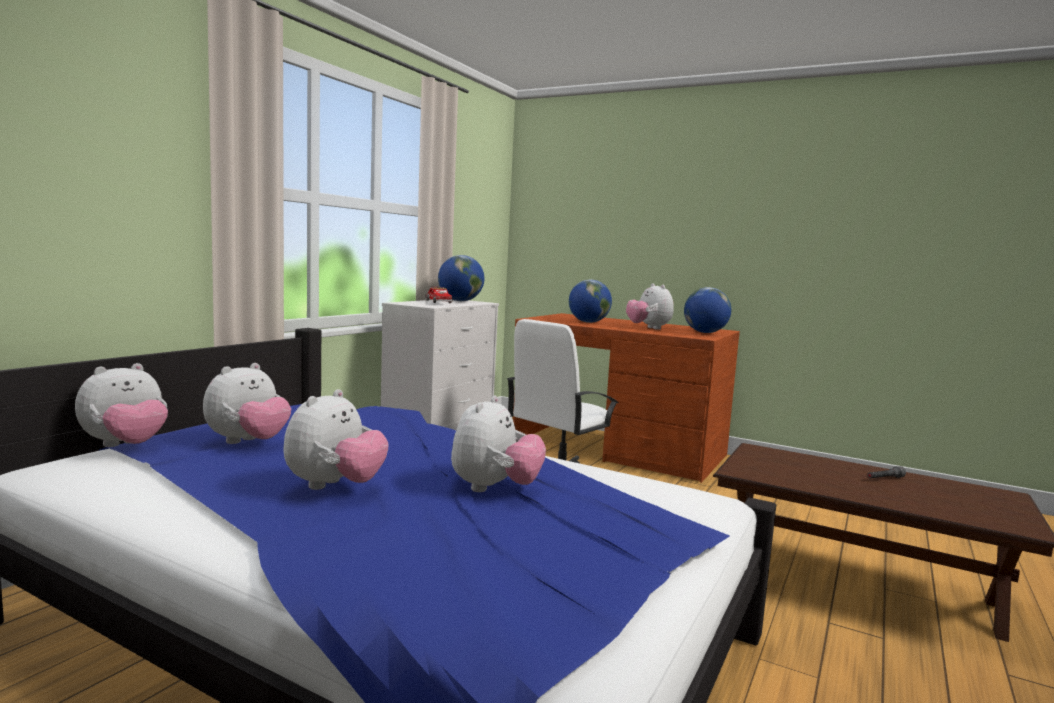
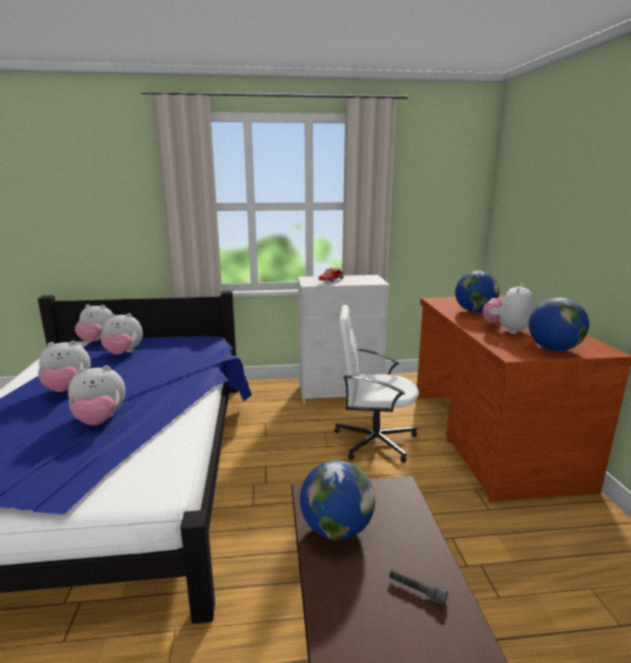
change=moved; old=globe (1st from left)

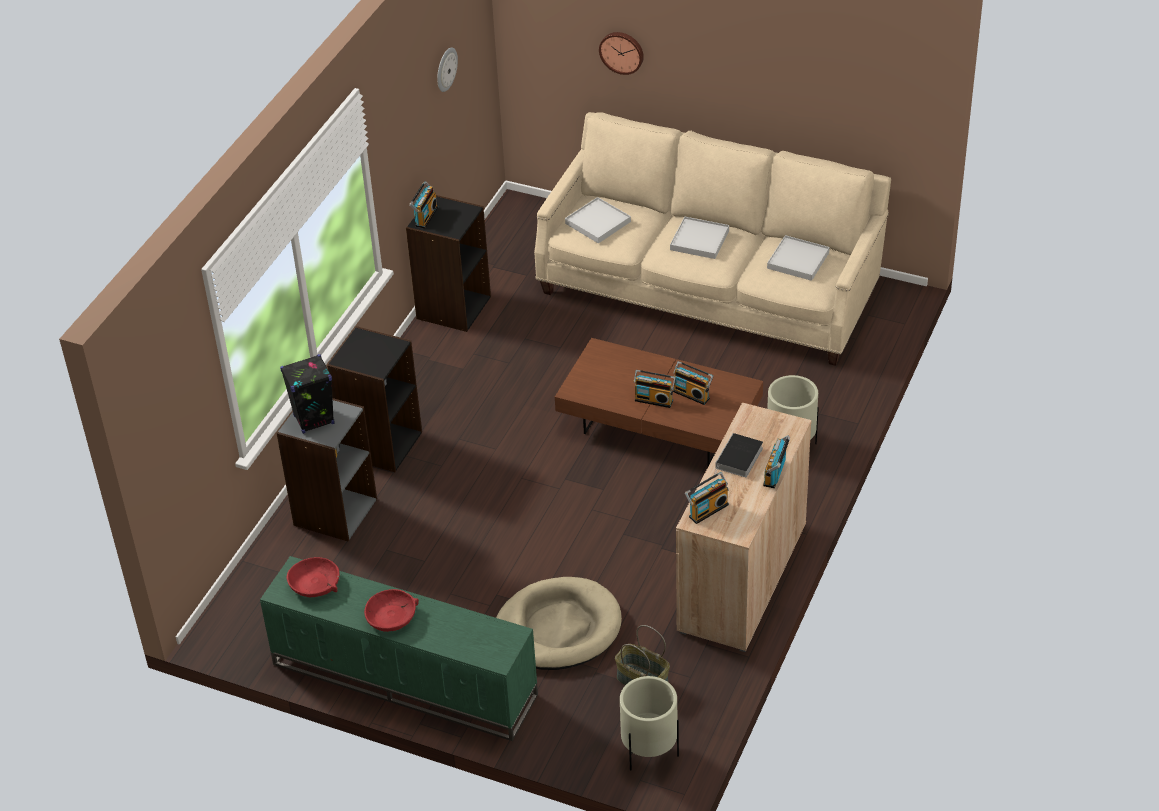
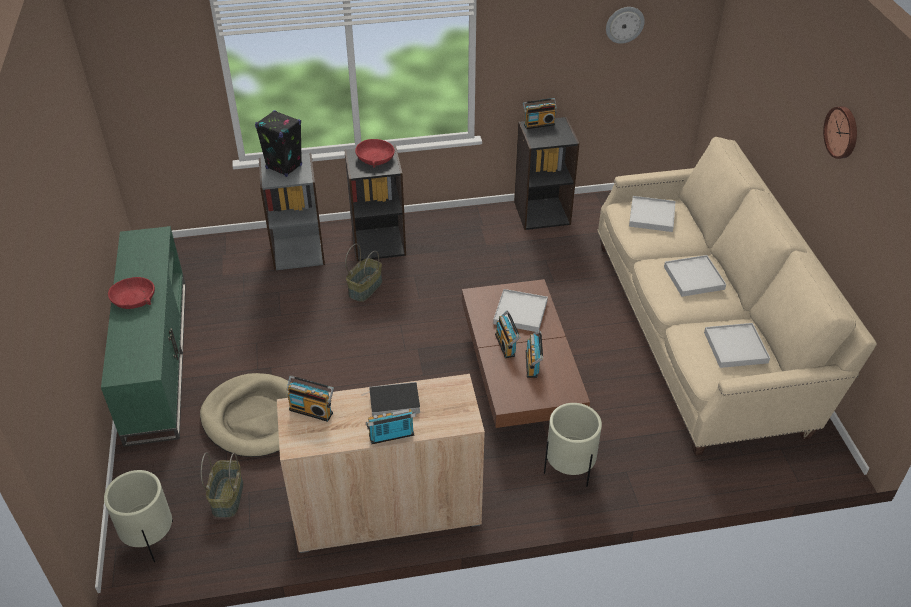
change=moved; old=wall clock (2nd from left)
change=moved; old=red bowl (1st from left in the first image); new=red bowl (2nd from left)
change=added; new=basket (2nd from left)
change=added; new=white tray (1st from left)

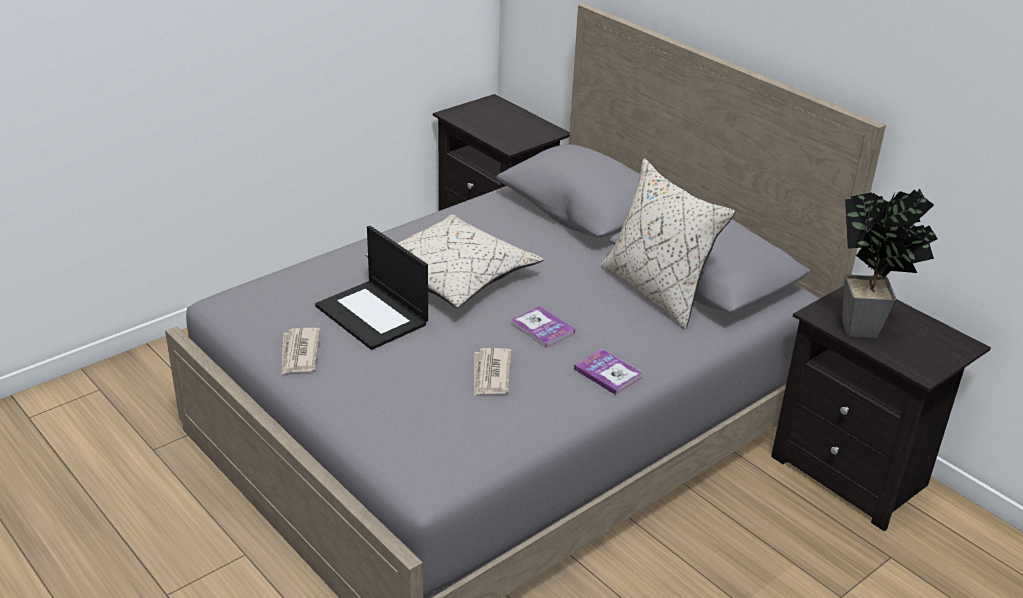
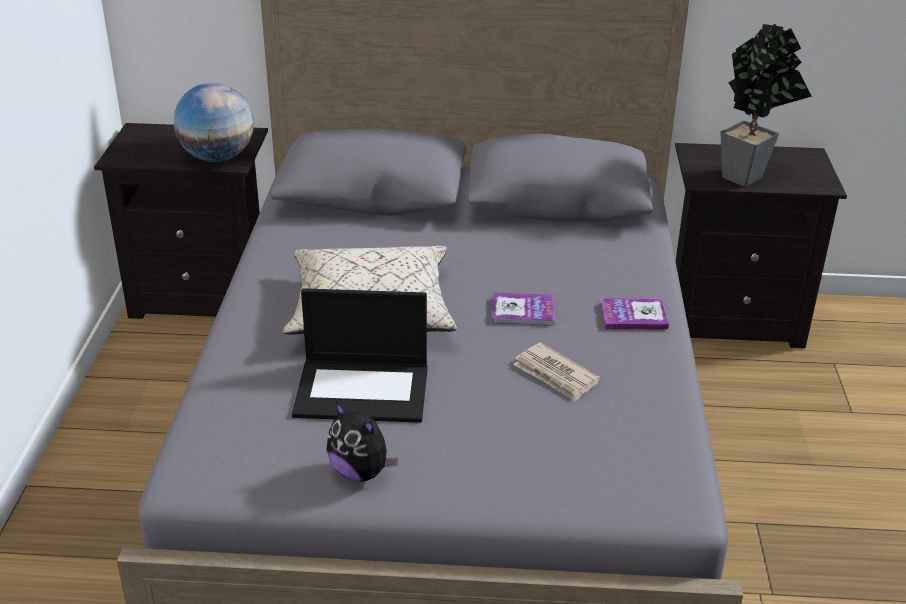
change=removed; old=beige pillow (2nd from left)
change=replaced; old=newspaper (1st from left); new=plush toy
change=added; new=globe

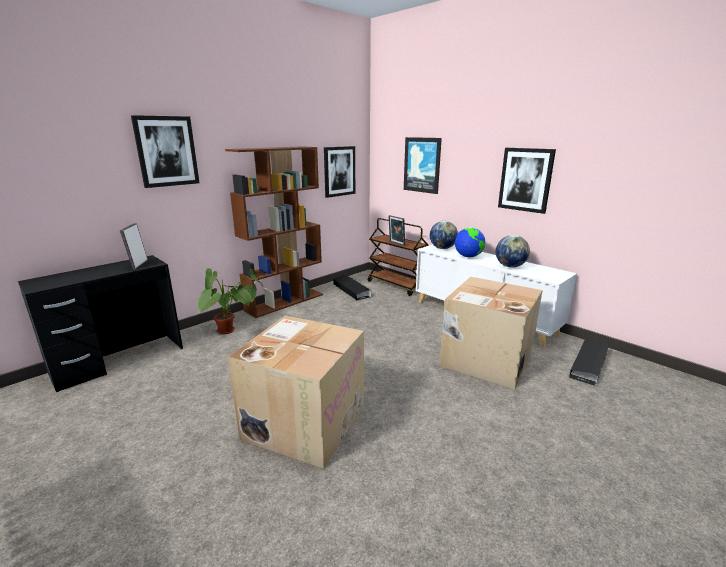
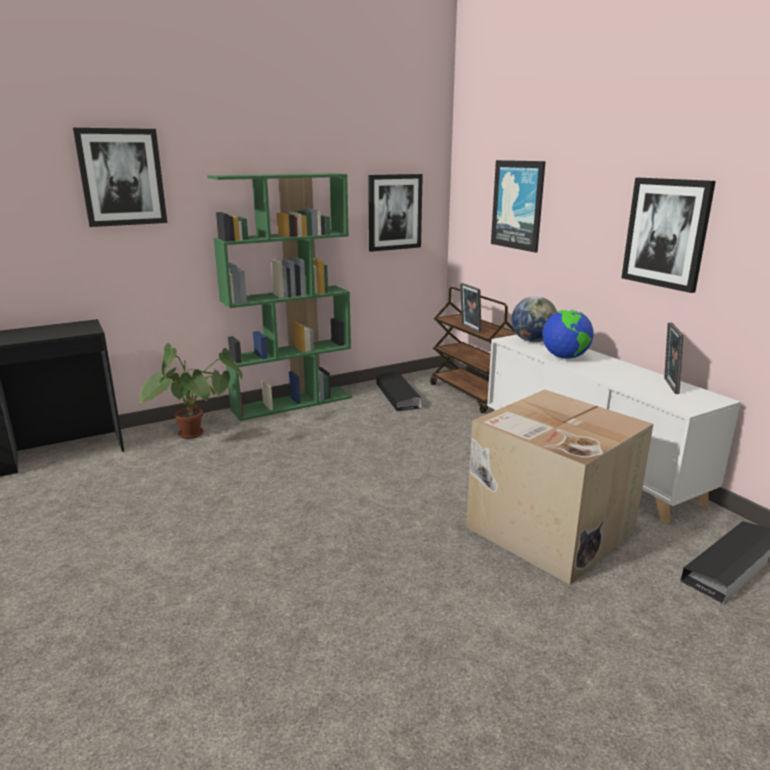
change=recoloured; old=brown bookcase; new=green bookcase
change=moved; old=picture frame (1st from left in the first image); new=picture frame (2nd from left)
change=removed; old=globe (3rd from left)
change=removed; old=cardboard box (1st from left)

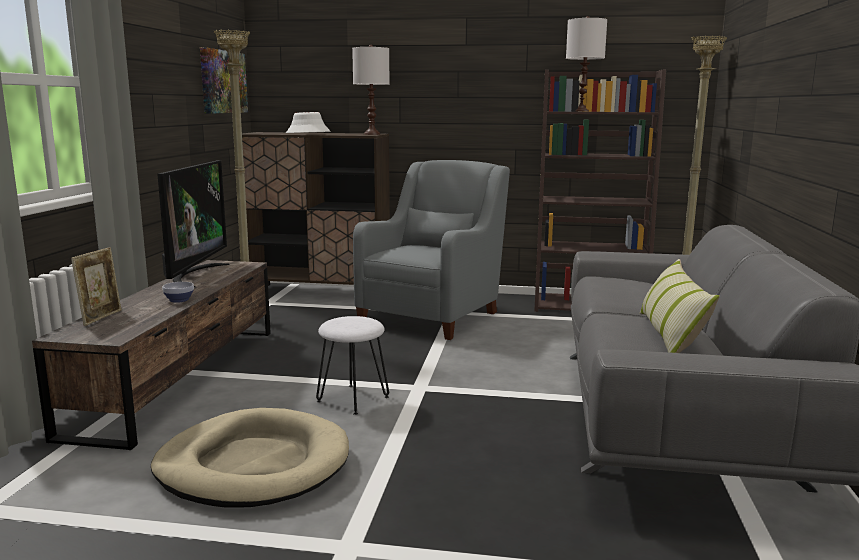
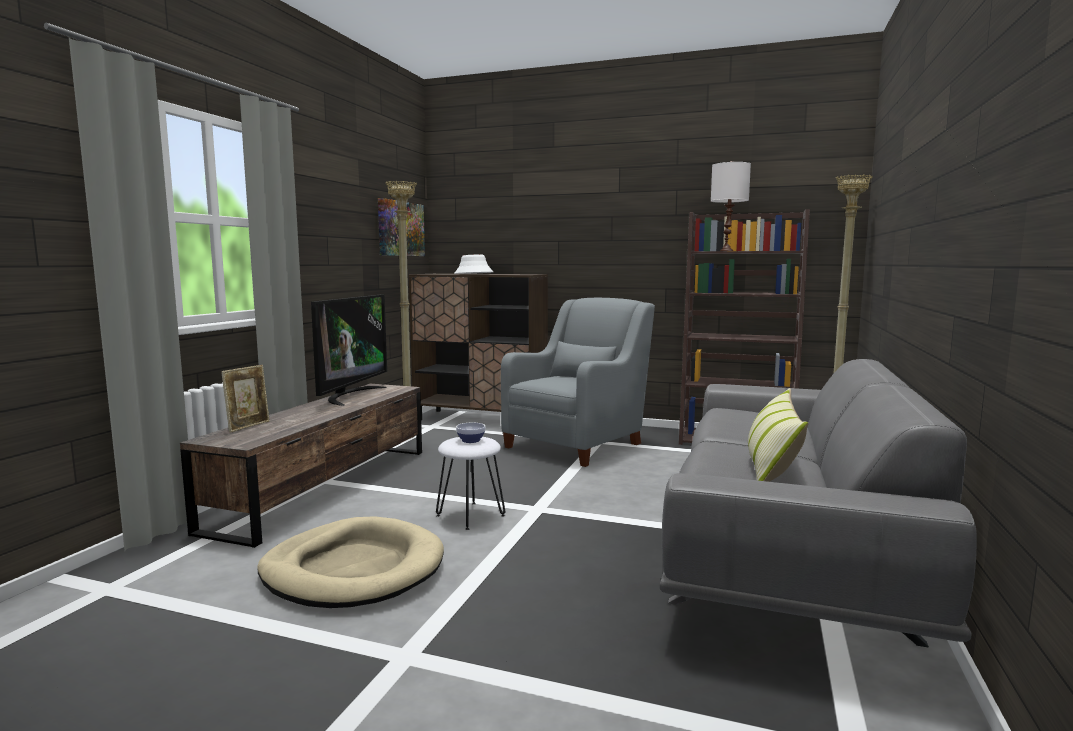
change=removed; old=white table lamp (1st from left)
change=moved; old=bowl

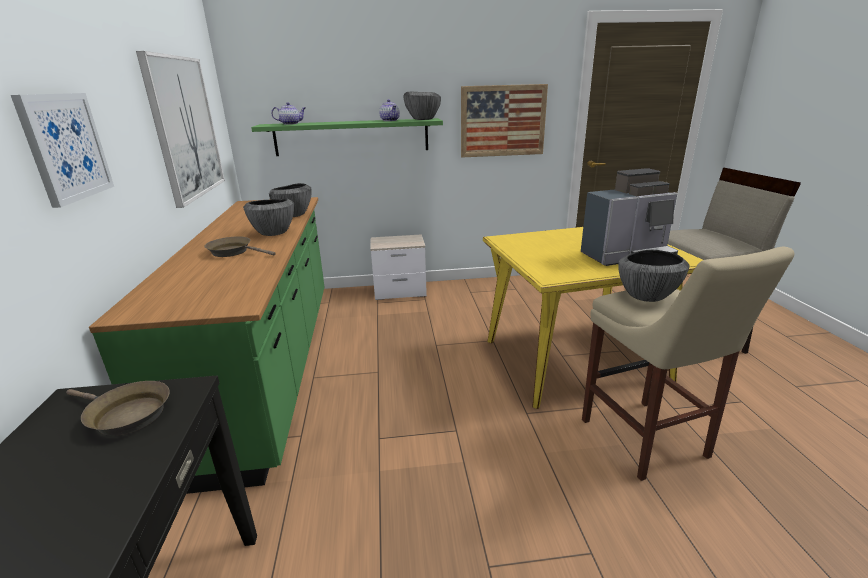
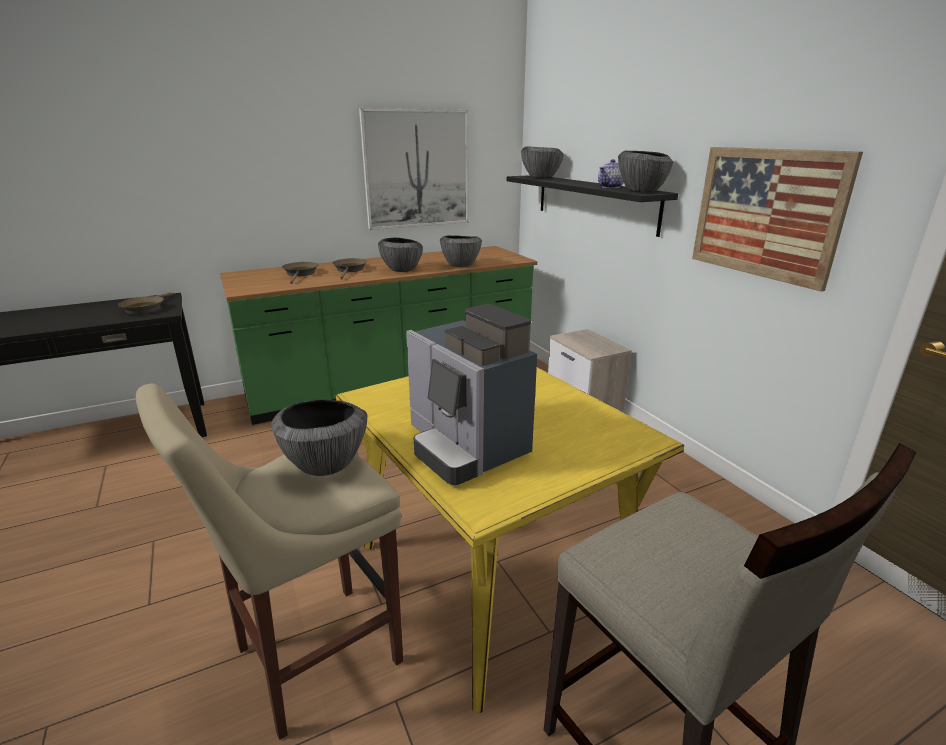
change=removed; old=picture (1st from left)
change=replaced; old=teapot (1st from left); new=bowl (4th from left)
change=recoloured; old=green shelf; new=black shelf
change=added; new=brown frying pan (2nd from left)

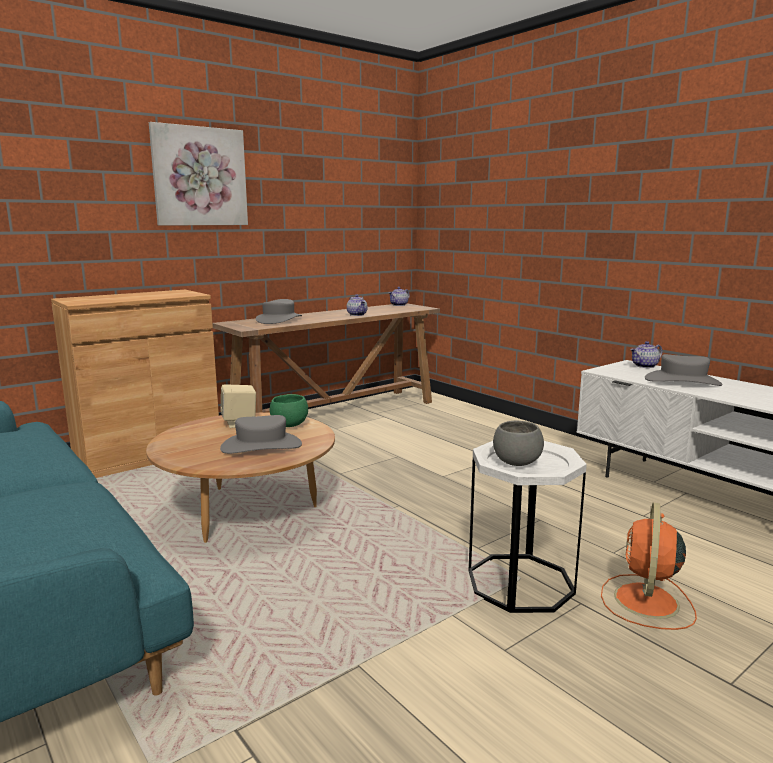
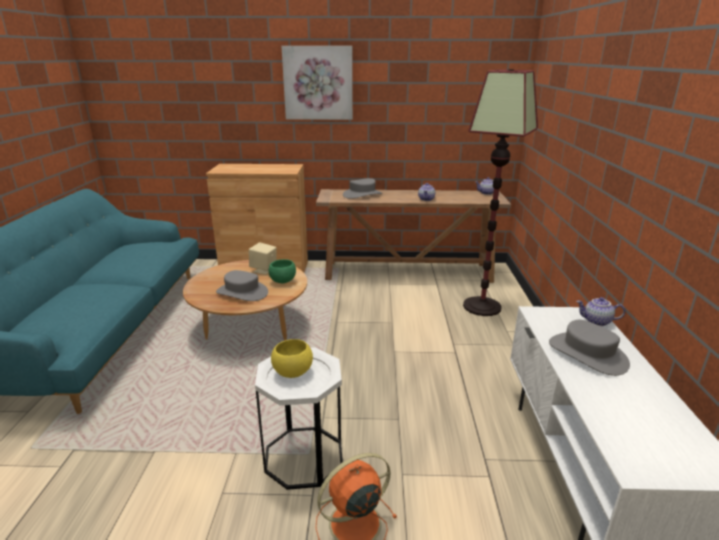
change=recoloured; old=grey bowl; new=yellow bowl
change=added; new=floor lamp

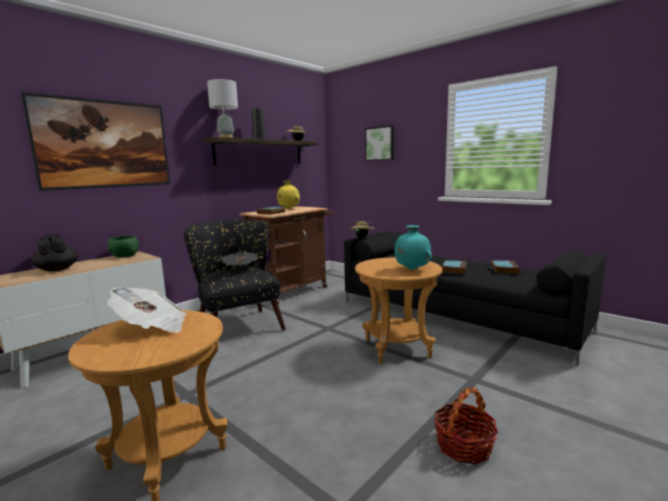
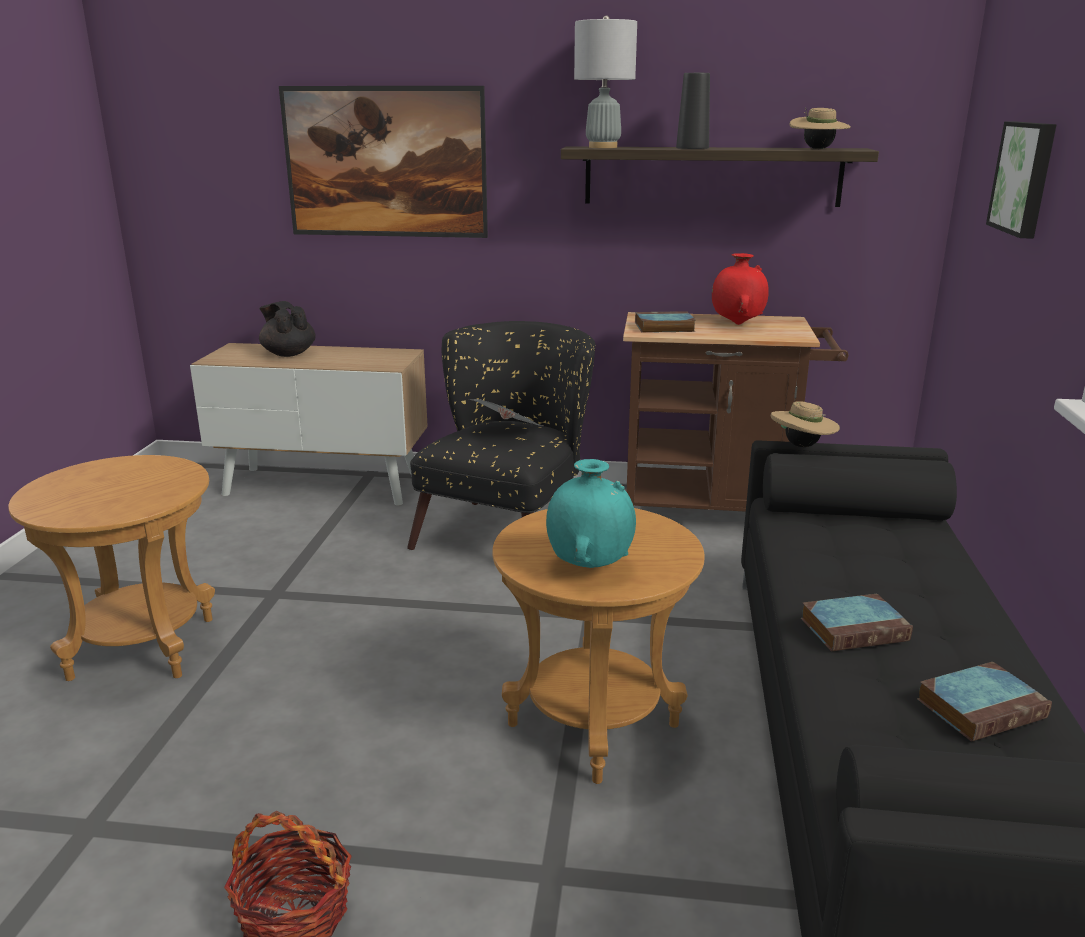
change=recoloured; old=yellow vase; new=red vase
change=turned; old=black teapot; degrees=-60
change=removed; old=green bowl
change=removed; old=newspaper (1st from left)

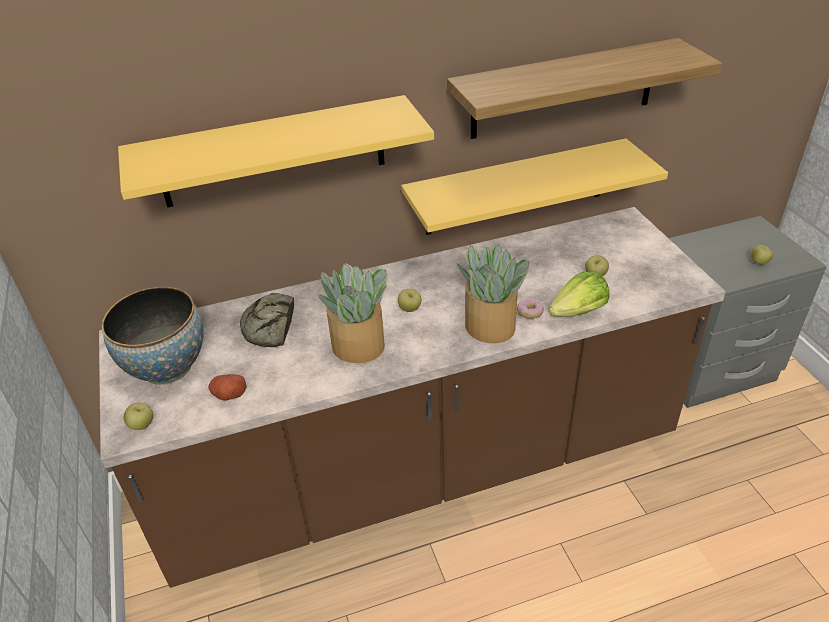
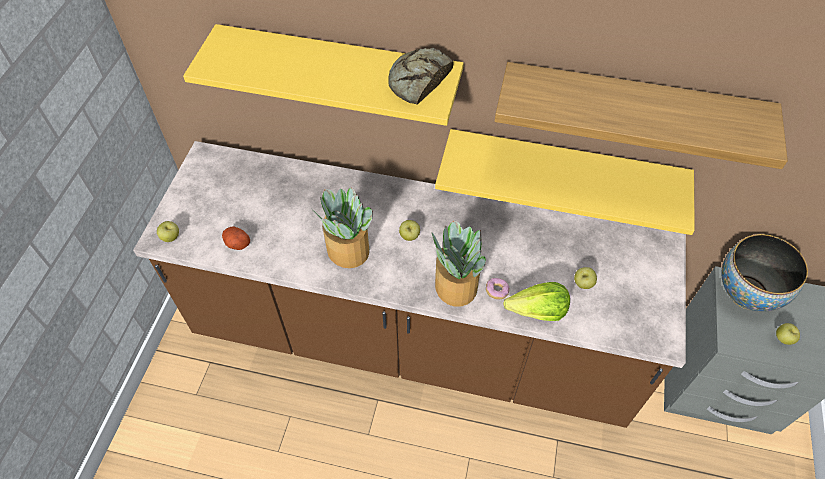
change=moved; old=bowl
change=moved; old=bread

